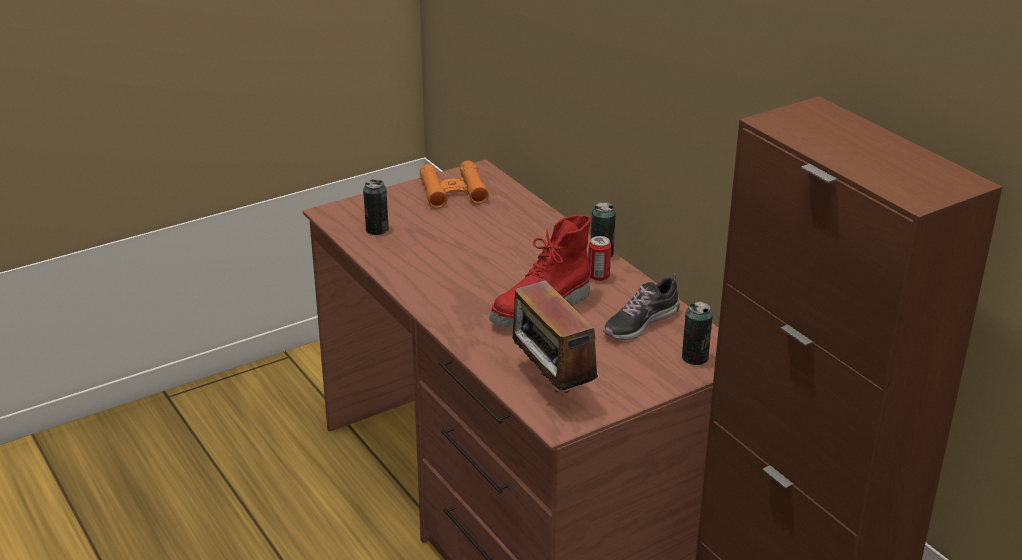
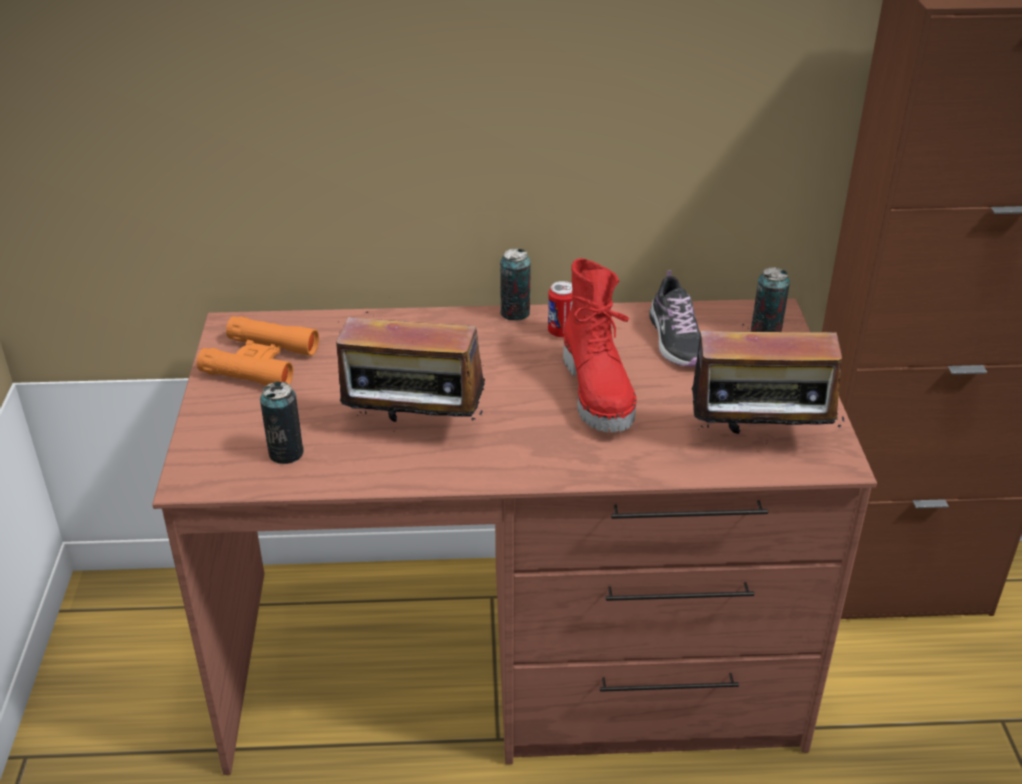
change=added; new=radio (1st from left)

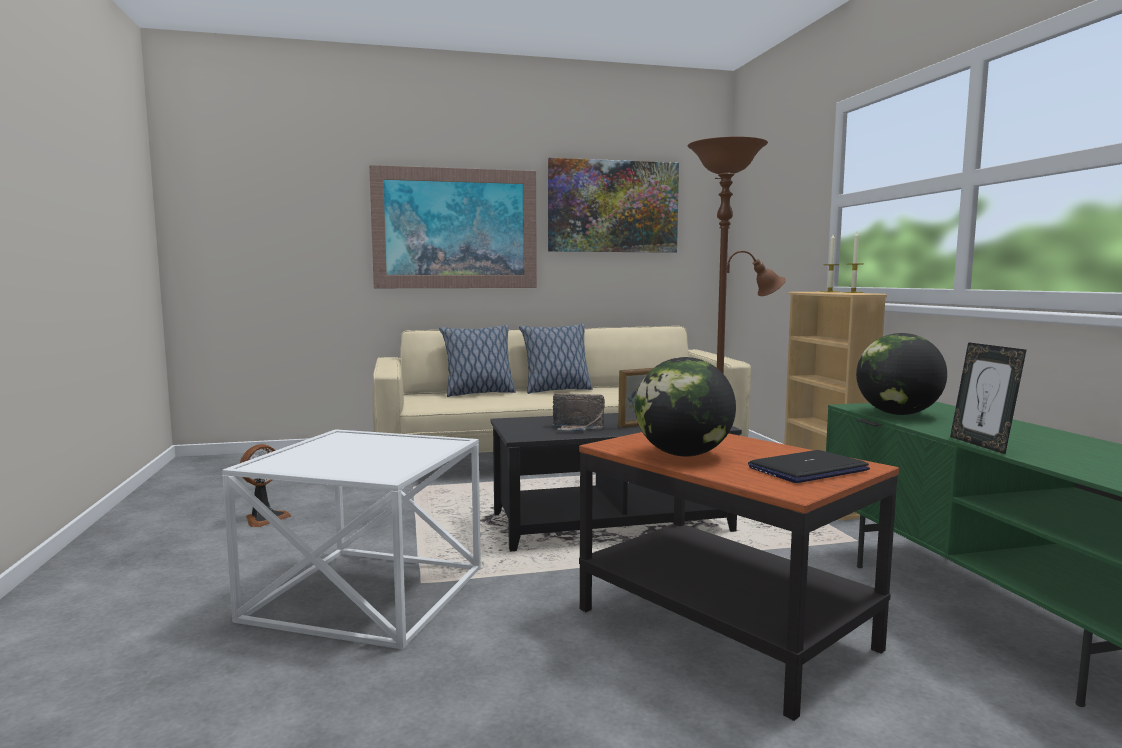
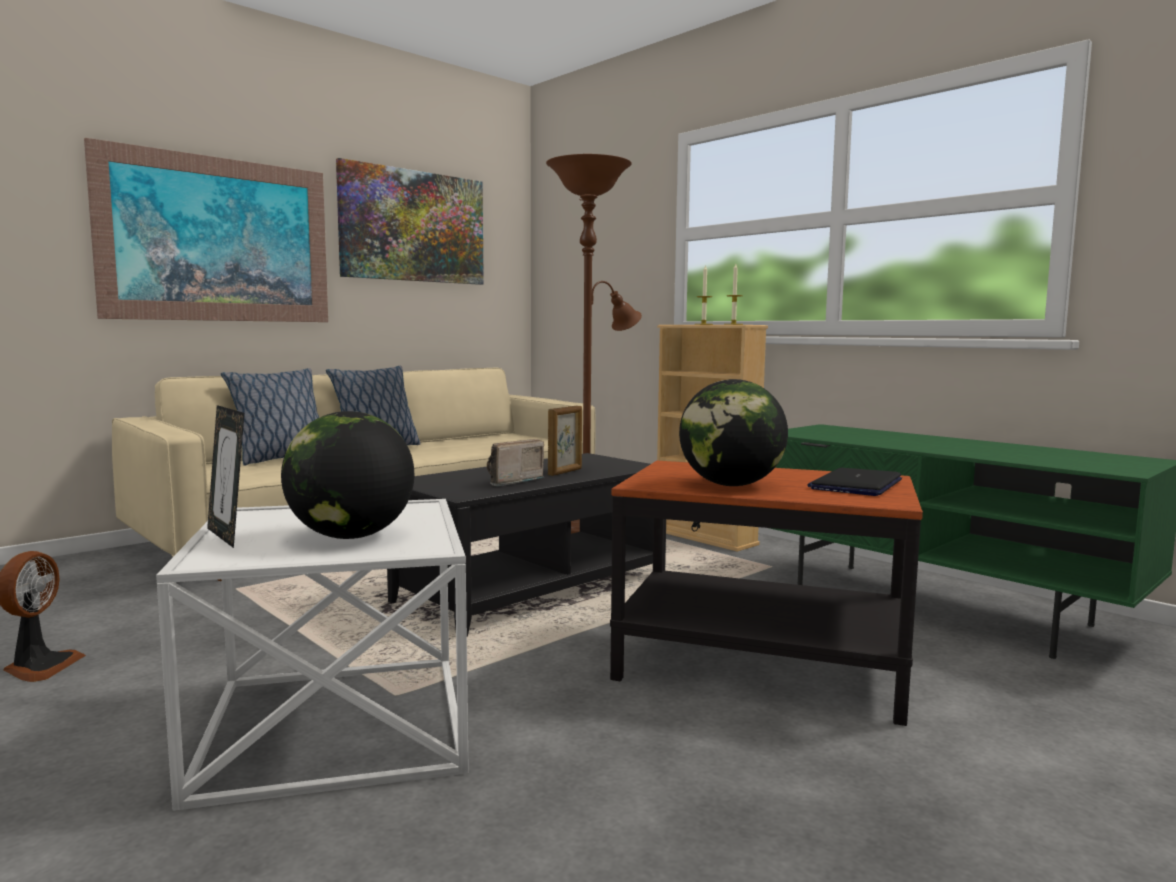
change=moved; old=globe (2nd from left in the first image); new=globe (1st from left)
change=moved; old=picture frame (2nd from left in the first image); new=picture frame (1st from left)
change=turned; old=radio; degrees=150

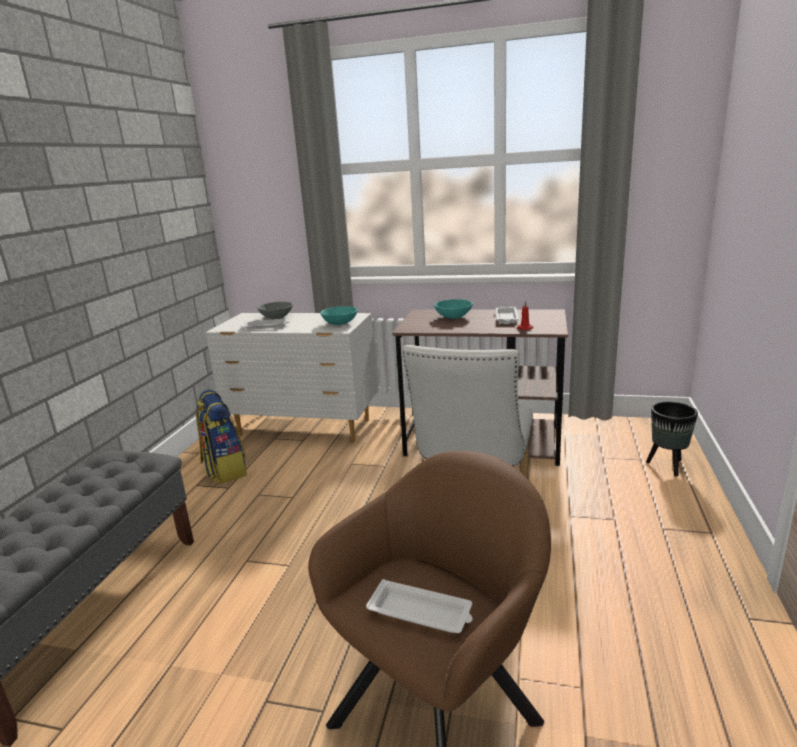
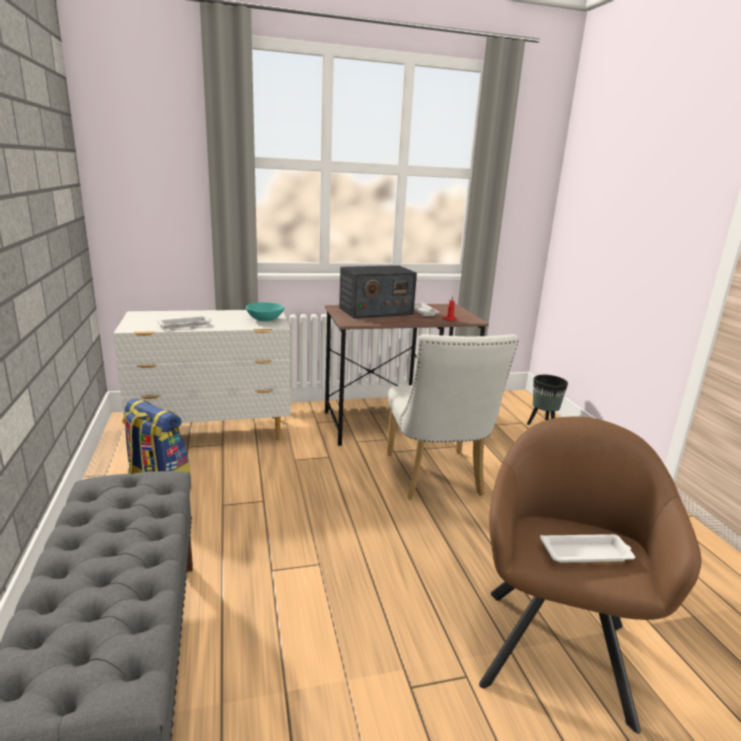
change=replaced; old=turquoise bowl (2nd from left); new=radio
change=removed; old=grey bowl

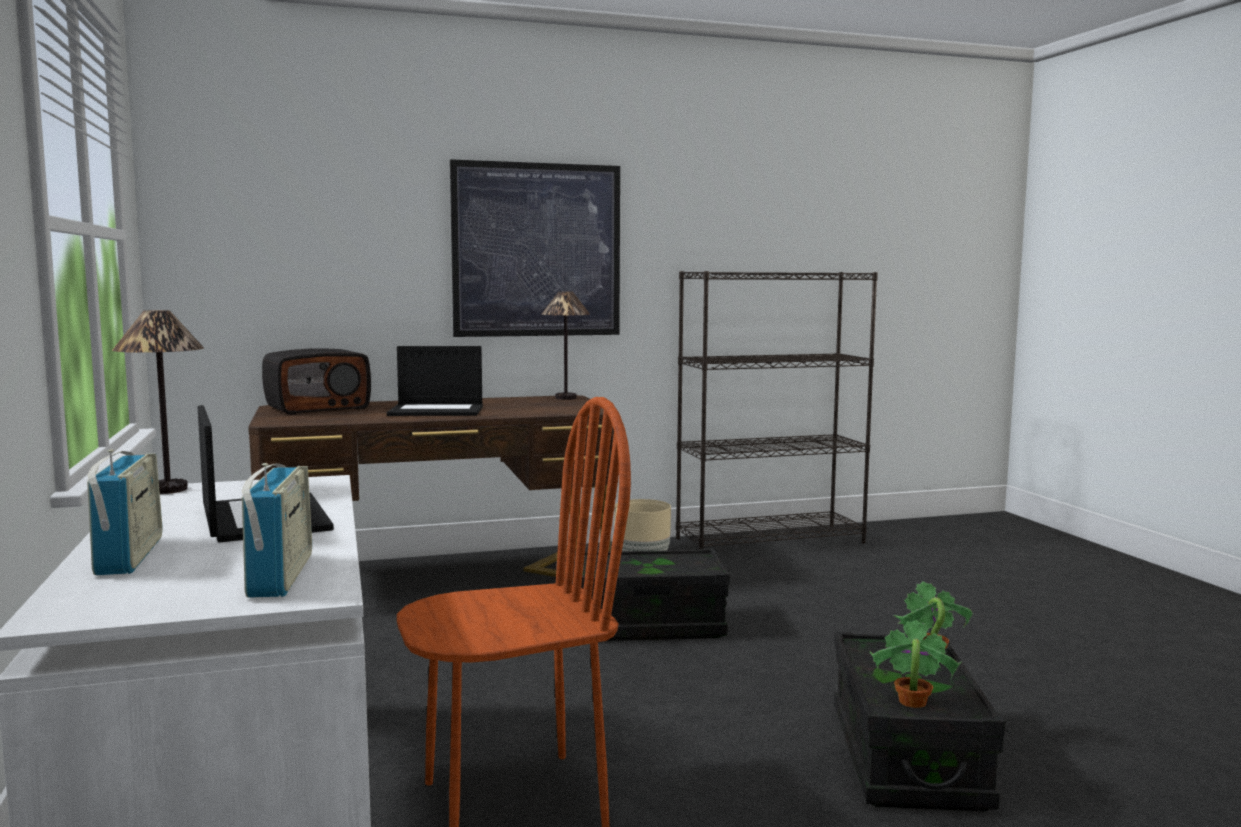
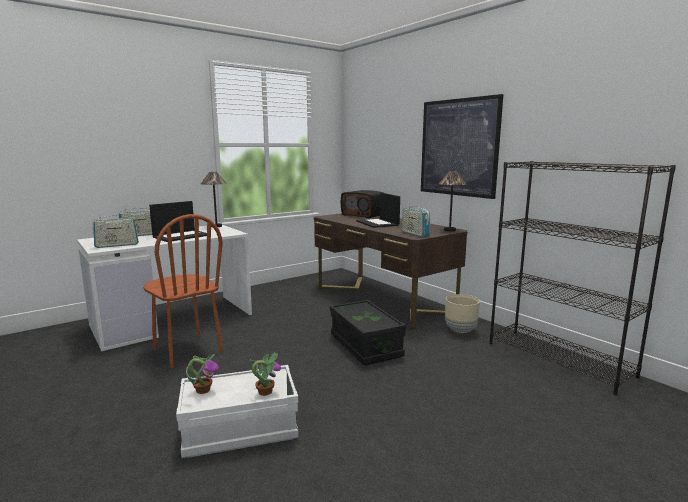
change=recoloured; old=black storage box (2nd from left); new=white storage box
change=added; new=radio (4th from left)

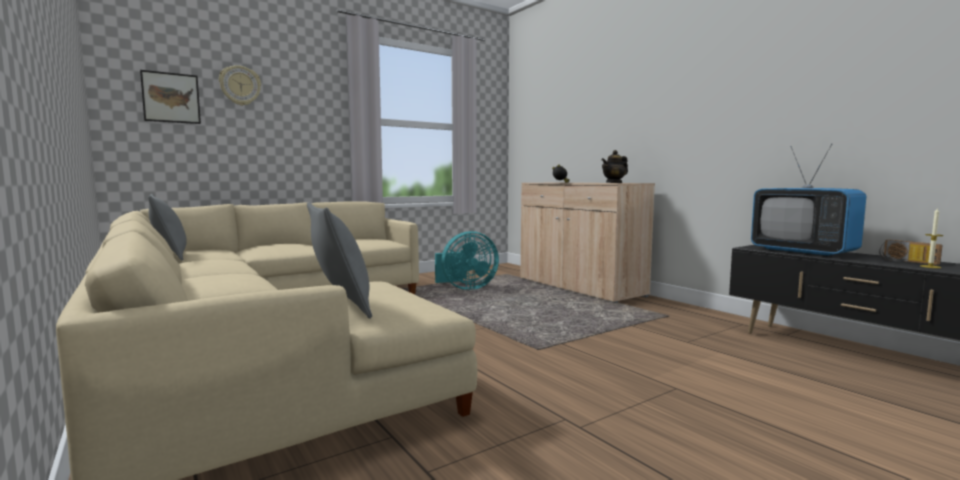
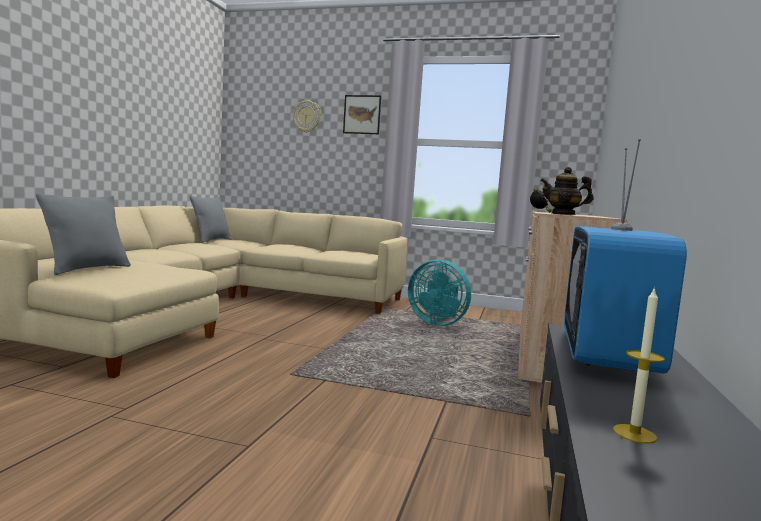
change=moved; old=picture
change=removed; old=radio

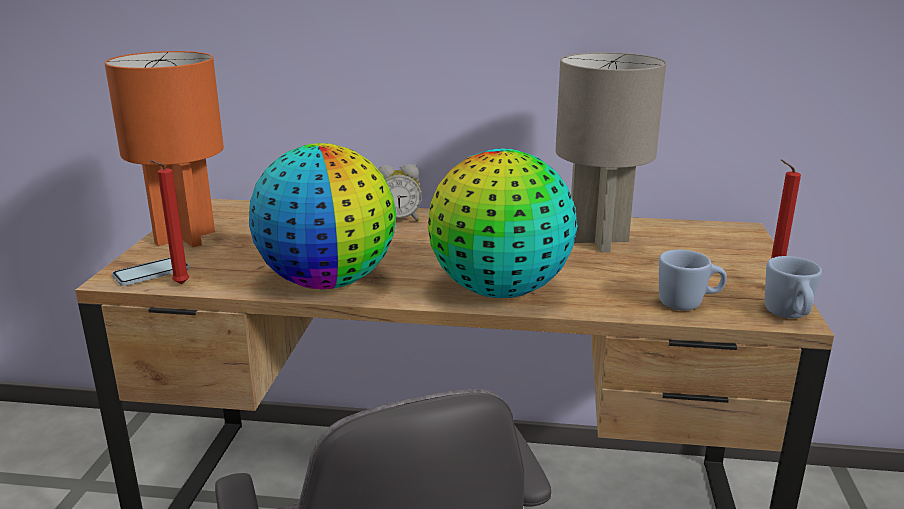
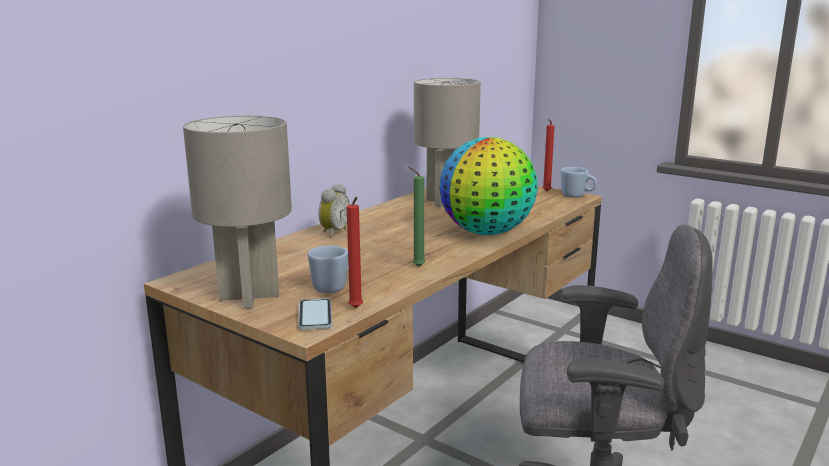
change=recoloured; old=orange table lamp; new=grey table lamp (1st from left)
change=replaced; old=globe (1st from left); new=green candle
change=moved; old=blue mug (1st from left)

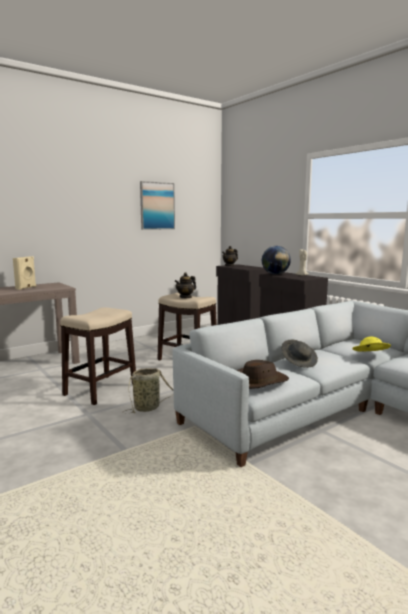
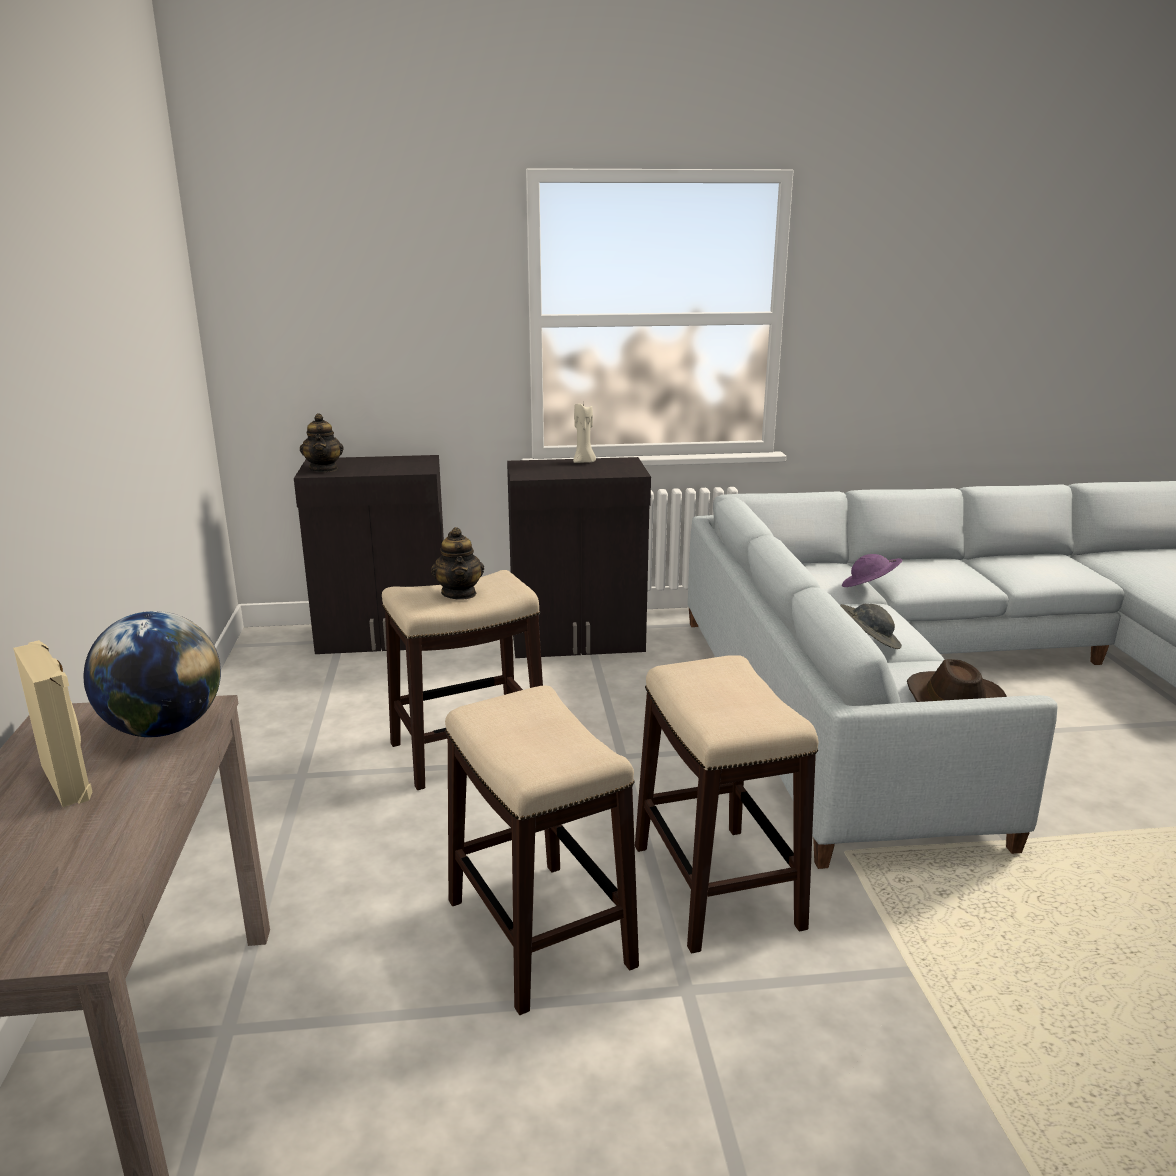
change=removed; old=picture
change=moved; old=globe
change=recoloured; old=yellow hat; new=purple hat
change=replaced; old=basket; new=stool (3rd from left)

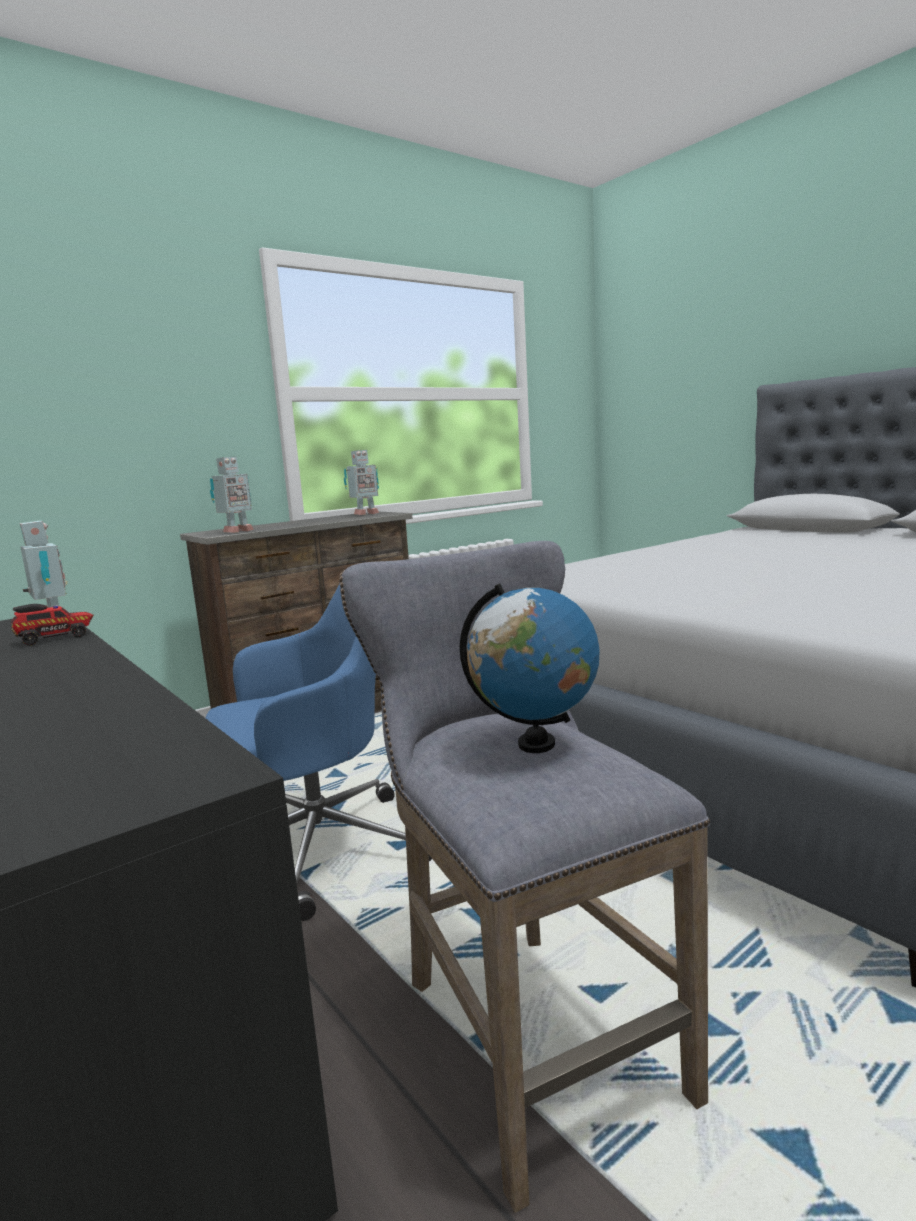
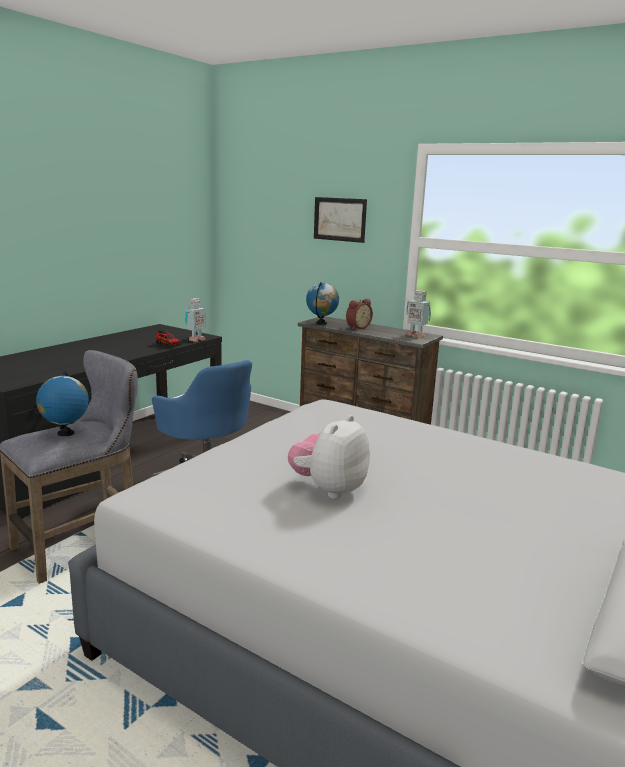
change=replaced; old=toy robot (2nd from left); new=globe (2nd from left)
change=added; new=picture
change=added; new=alarm clock
change=added; new=plush toy

